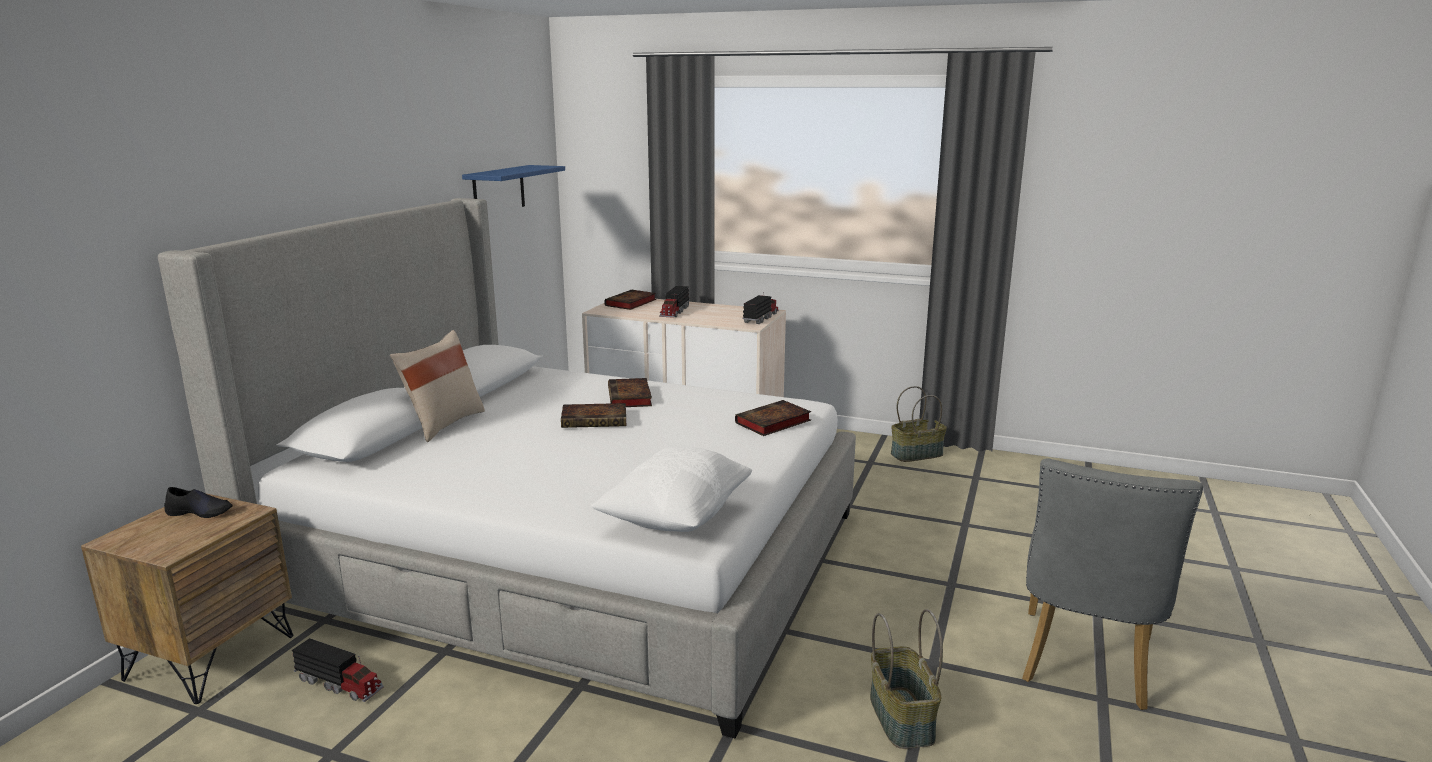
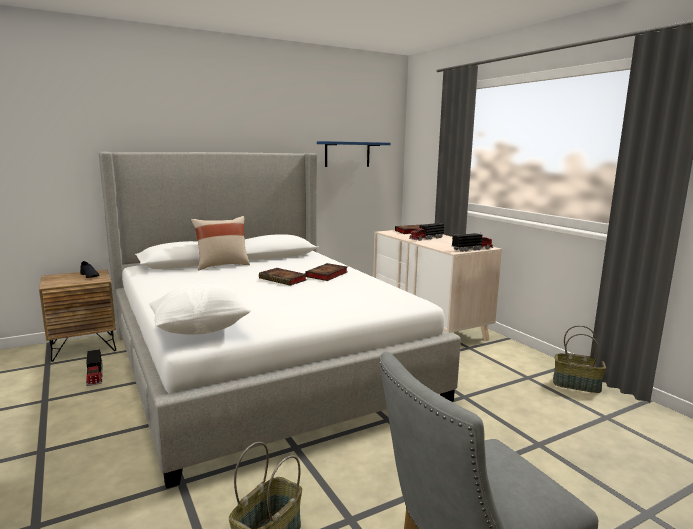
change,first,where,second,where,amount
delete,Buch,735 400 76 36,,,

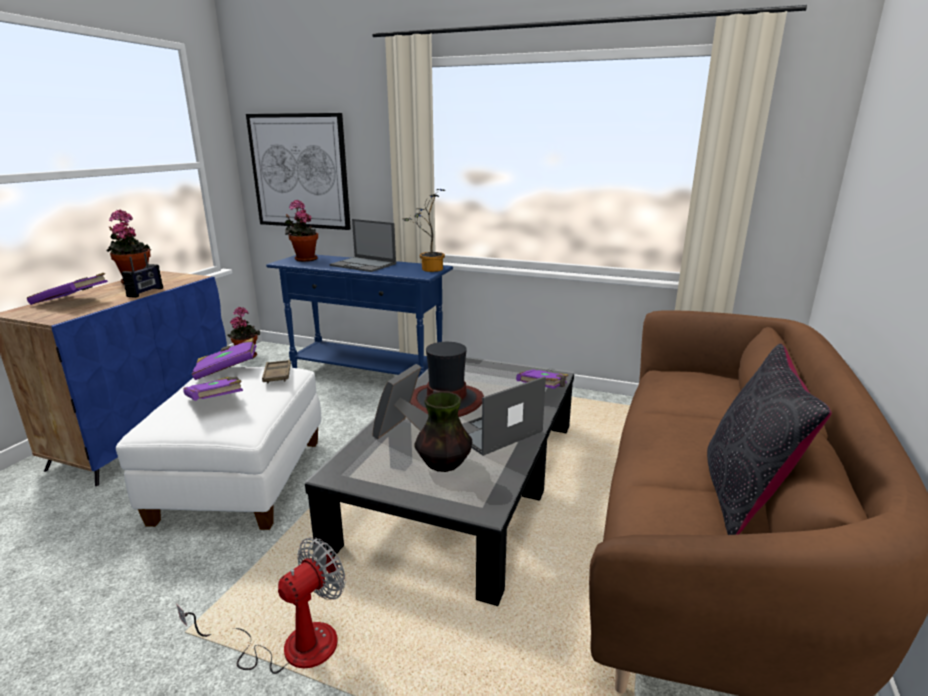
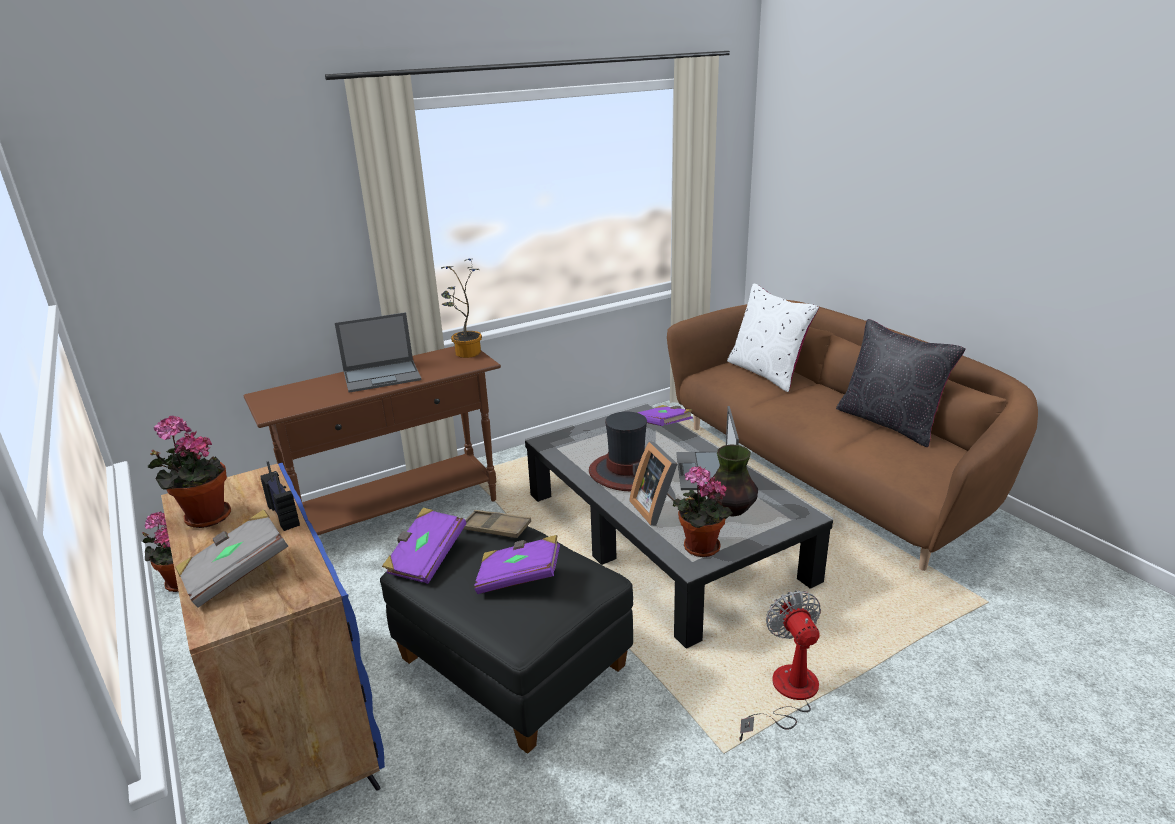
change,first,where,second,where,amount
recolor,Buch (lila),27 273 81 32,Buch (grau),176 509 112 99,
recolor,Polsterhocker (weiß),116 367 205 163,Polsterhocker (schwarz),380 526 253 228,
delete,Bild,246 113 105 117,,,
recolor,Konsolentisch (blau),266 255 187 122,Konsolentisch (braun),244 346 257 189,
move,Topfpflanze,285 200 33 62,,673 466 60 91,
insert,,,Kissen (weiß),727 283 92 109,

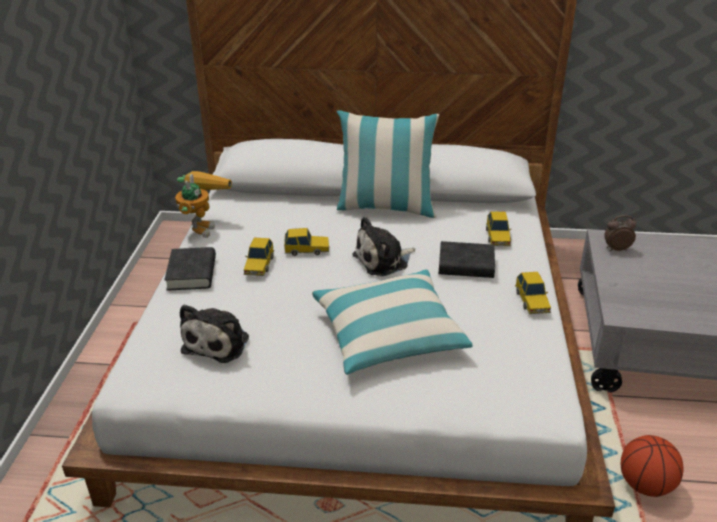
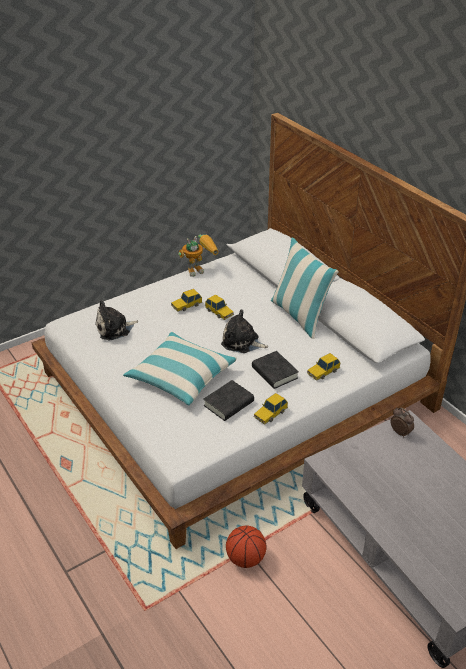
change,first,where,second,where,amount
move,Buch (schwarz),164 247 52 44,,204 380 50 41,

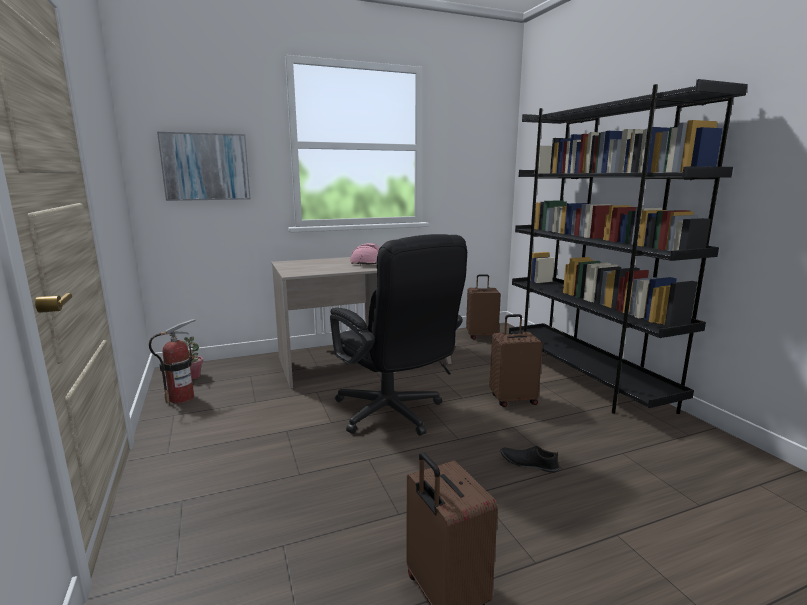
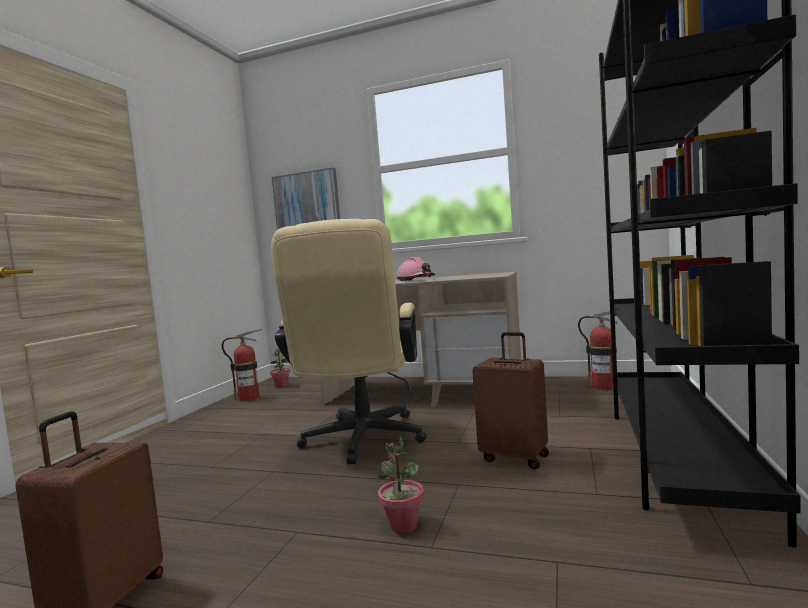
change,first,where,second,where,amount
recolor,Bürostuhl (schwarz),330 234 137 202,Bürostuhl (beige),271 219 156 246,
replace,Koffer (braun),466 274 35 66,Feuerlöscher,578 311 40 80,
replace,Schuh (schwarz),501 445 58 28,Topfpflanze,377 437 47 96,

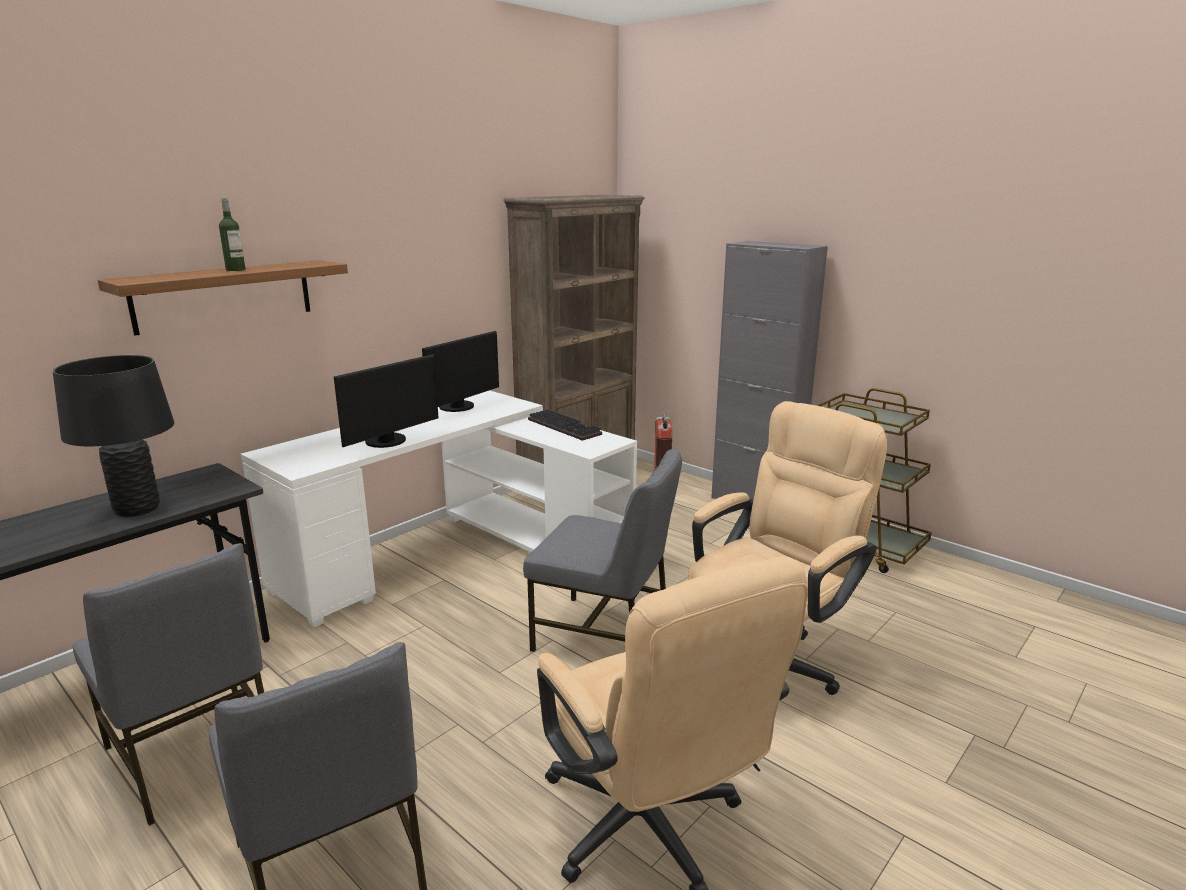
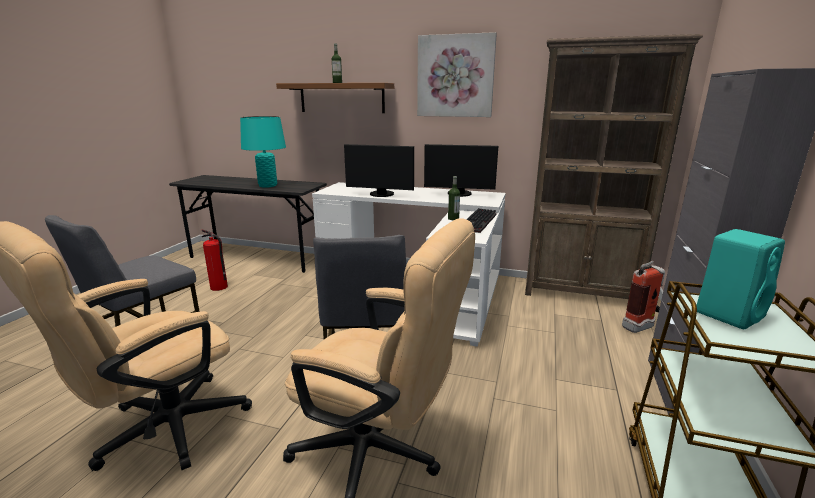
change,first,where,second,where,amount
recolor,Tischlampe (schwarz),53 355 121 162,Tischlampe (türkis),240 116 46 71,
replace,Stuhl (grau),72 543 192 283,Feuerlöscher,201 229 27 62,
insert,,,Bild,417 32 80 85,
insert,,,Flasche,448 176 12 44,
insert,,,Lautsprecher (türkis),697 229 88 100,

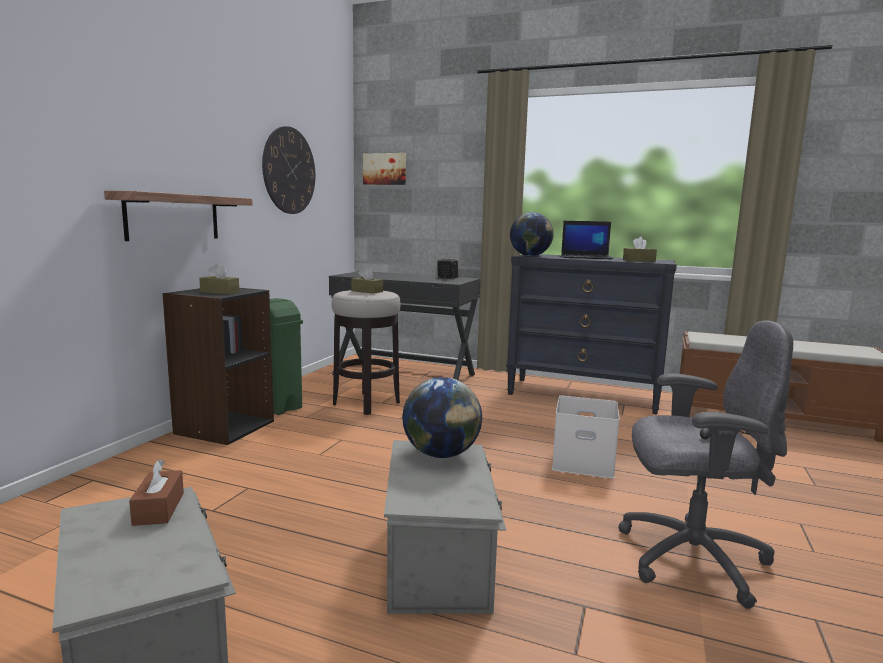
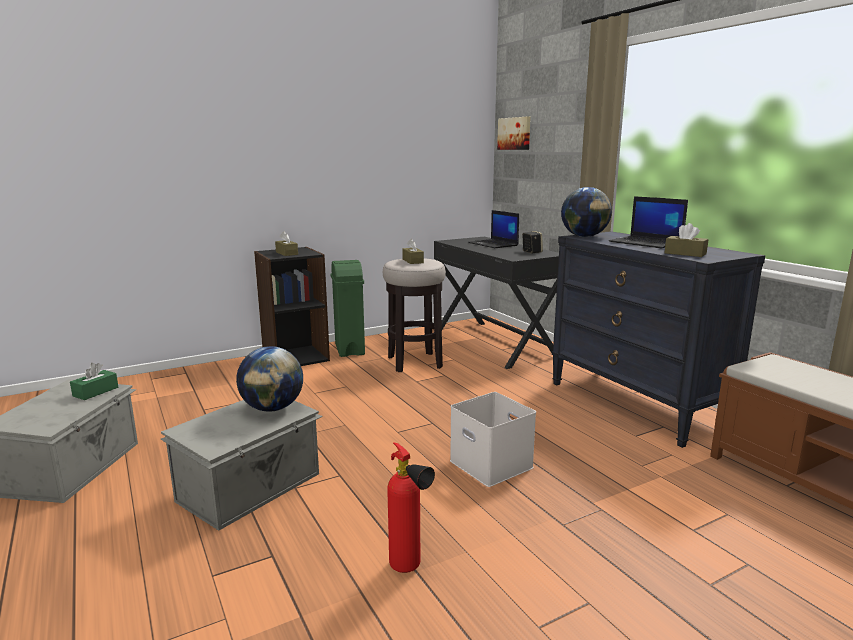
change,first,where,second,where,amount
delete,Wandregal,104 191 149 50,,,
recolor,Taschentuchbox (braun),129 460 55 66,Taschentuchbox (grün),70 363 48 37,
delete,Wanduhr,262 126 53 88,,,
replace,Bürostuhl (grau),618 320 175 289,Feuerlöscher,387 442 48 131,
insert,,,Laptop,468 210 51 38,

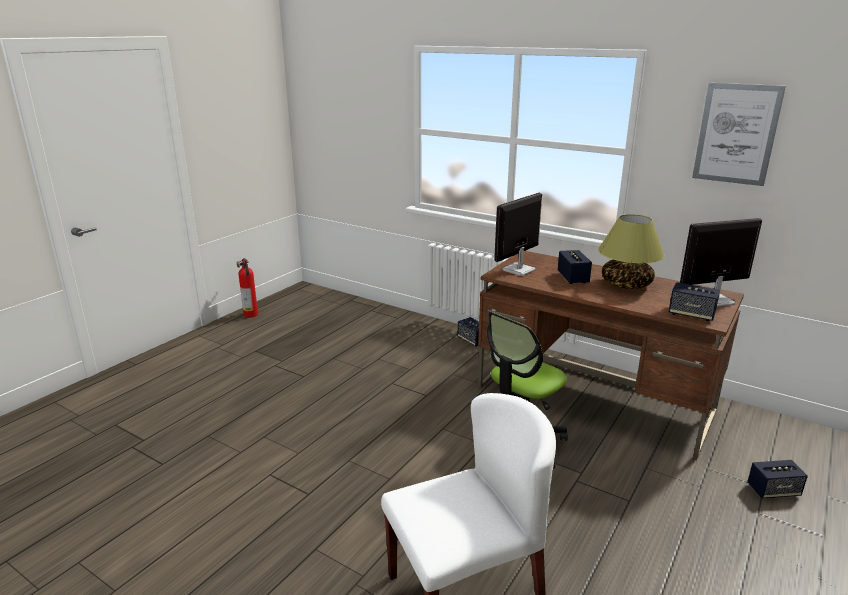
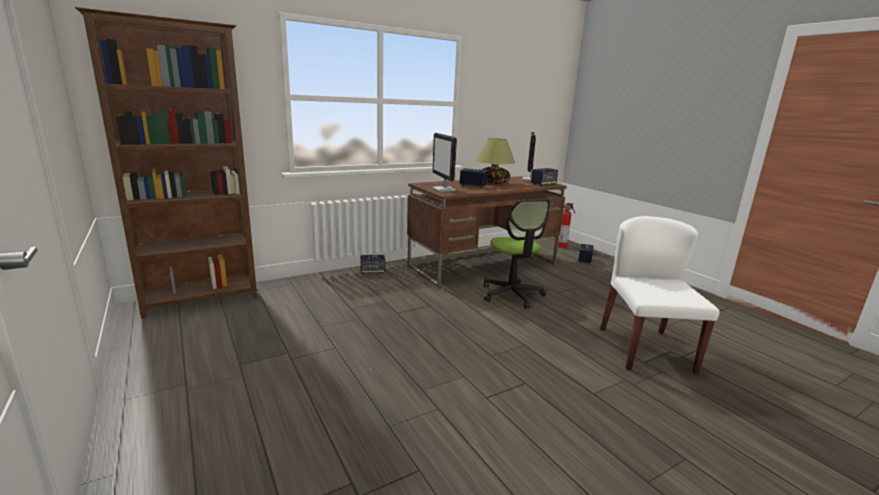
change,first,where,second,where,amount
move,Feuerlöscher,237 258 21 60,,558 203 17 45,
delete,Bild,692 83 94 103,,,
insert,,,Bücherregal (braun),75 7 182 312,

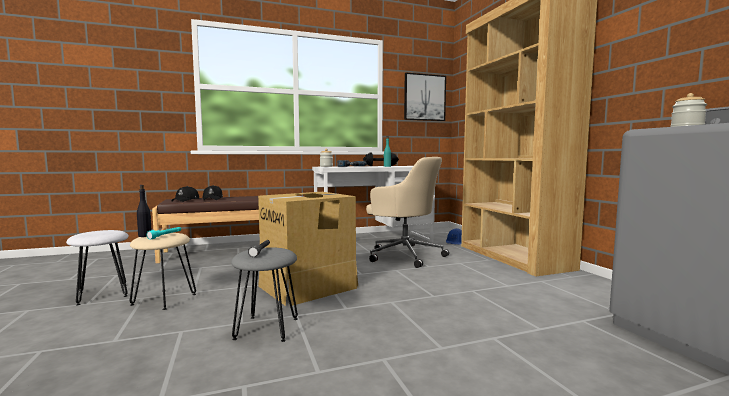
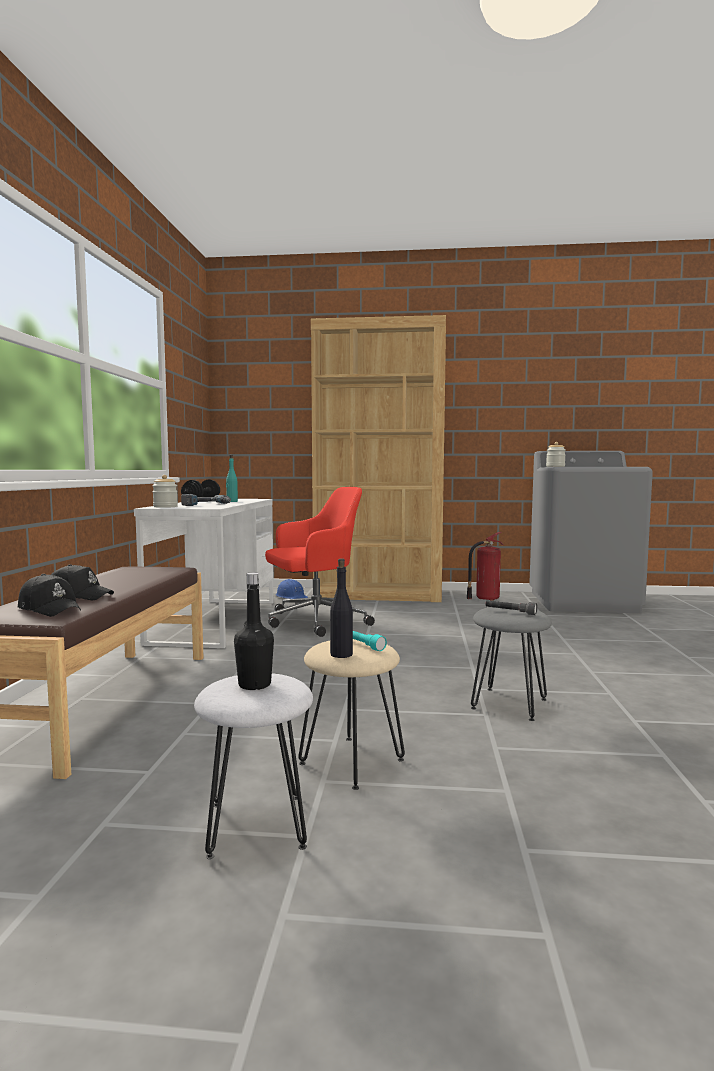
change,first,where,second,where,amount
delete,Karton,258 192 100 114,,,
recolor,Bürostuhl (beige),366 157 83 111,Bürostuhl (rot),265 487 110 150,
delete,Bild,404 73 42 48,,,
insert,,,Flasche (schwarz),234 572 40 118,
insert,,,Feuerlöscher,467 532 37 69,

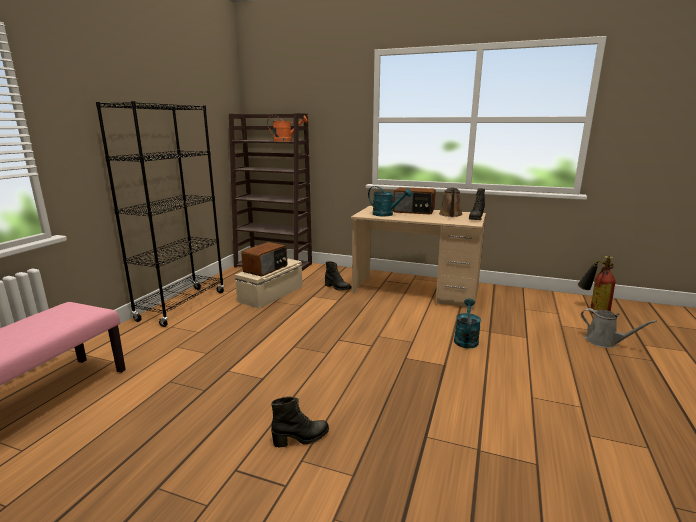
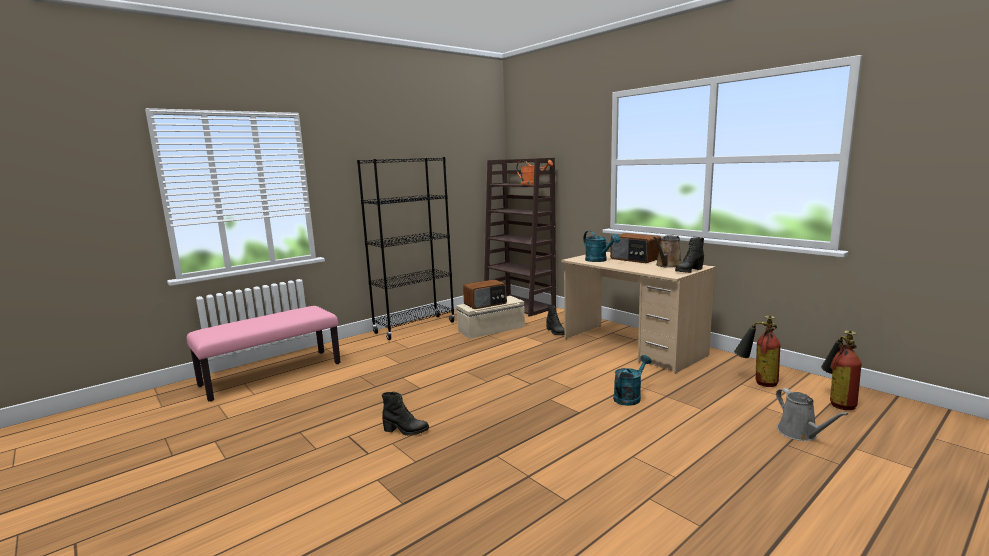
change,first,where,second,where,amount
insert,,,Feuerlöscher,734 316 46 71,

